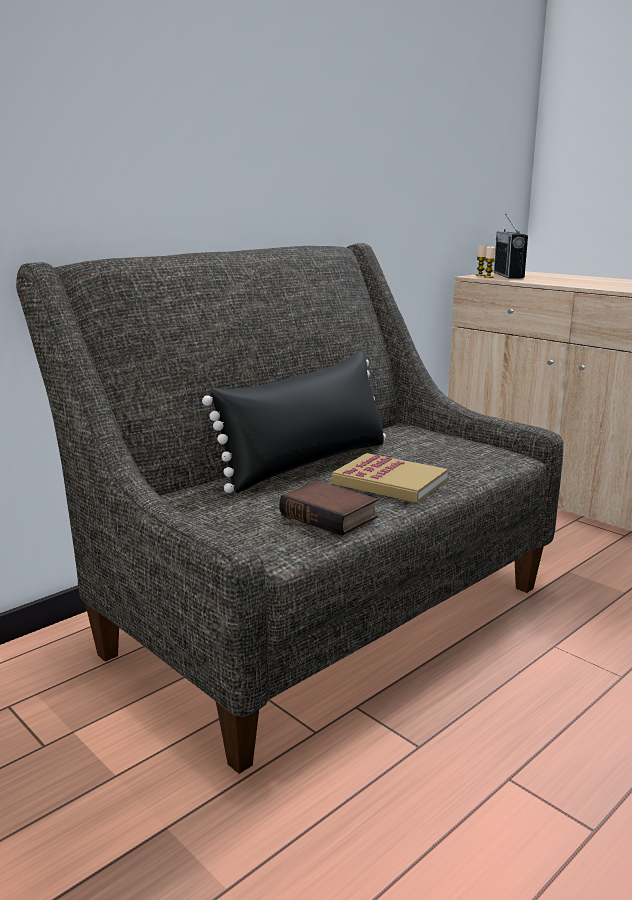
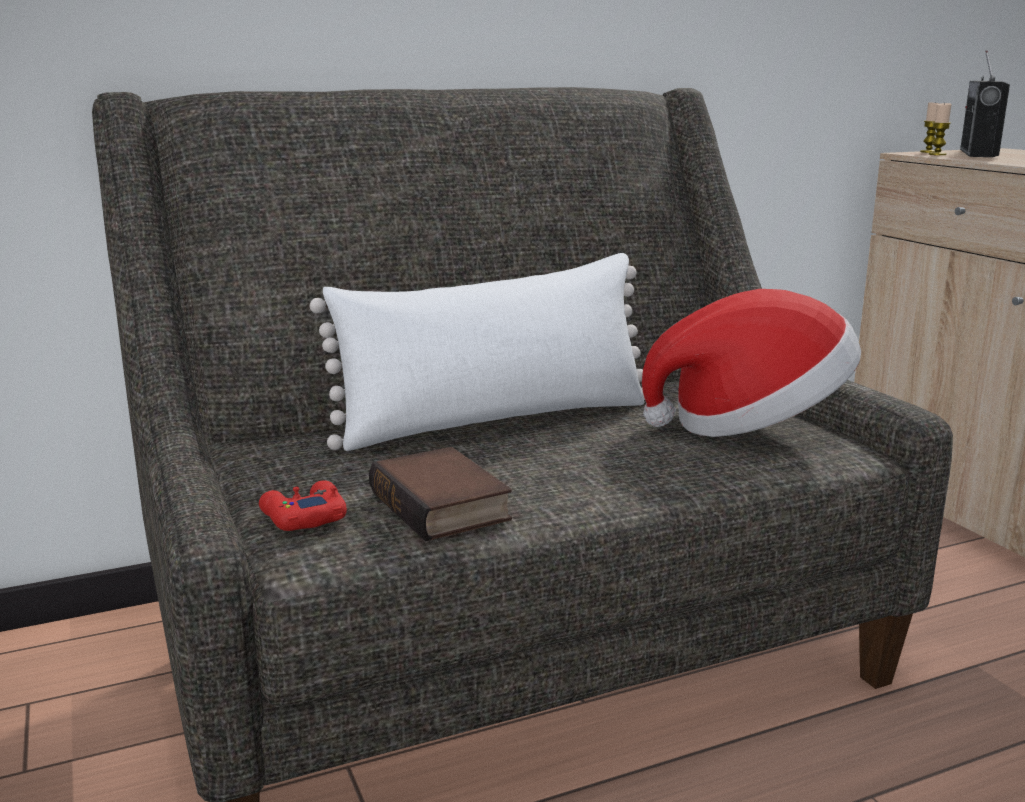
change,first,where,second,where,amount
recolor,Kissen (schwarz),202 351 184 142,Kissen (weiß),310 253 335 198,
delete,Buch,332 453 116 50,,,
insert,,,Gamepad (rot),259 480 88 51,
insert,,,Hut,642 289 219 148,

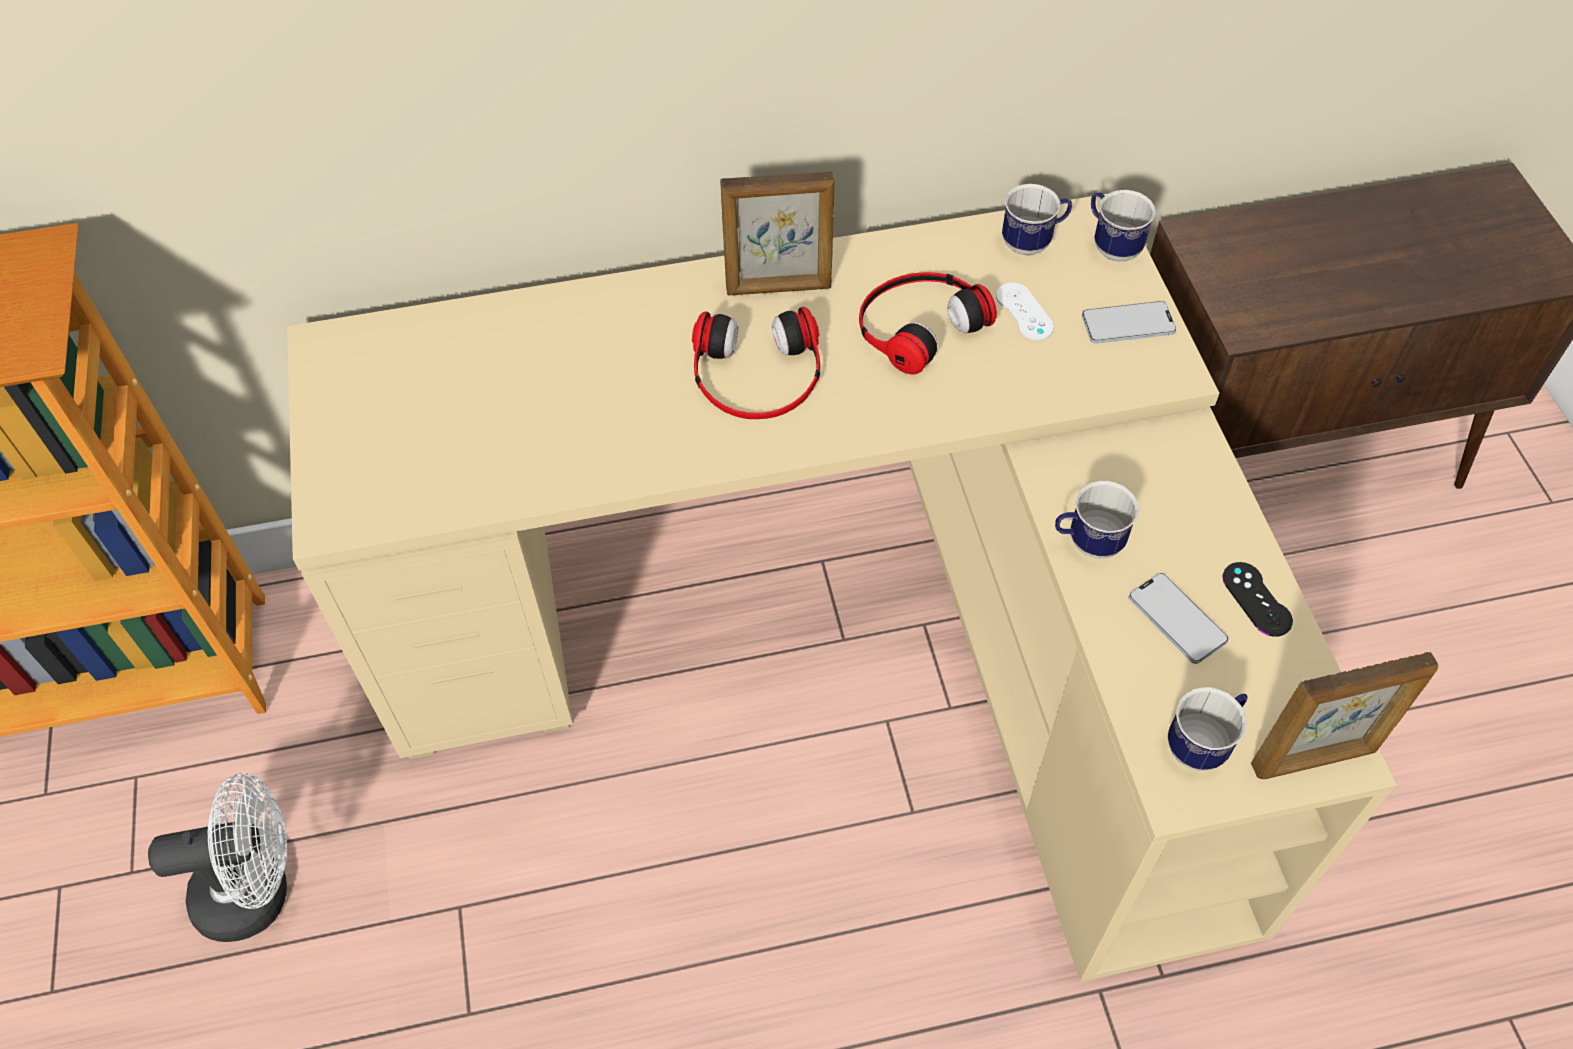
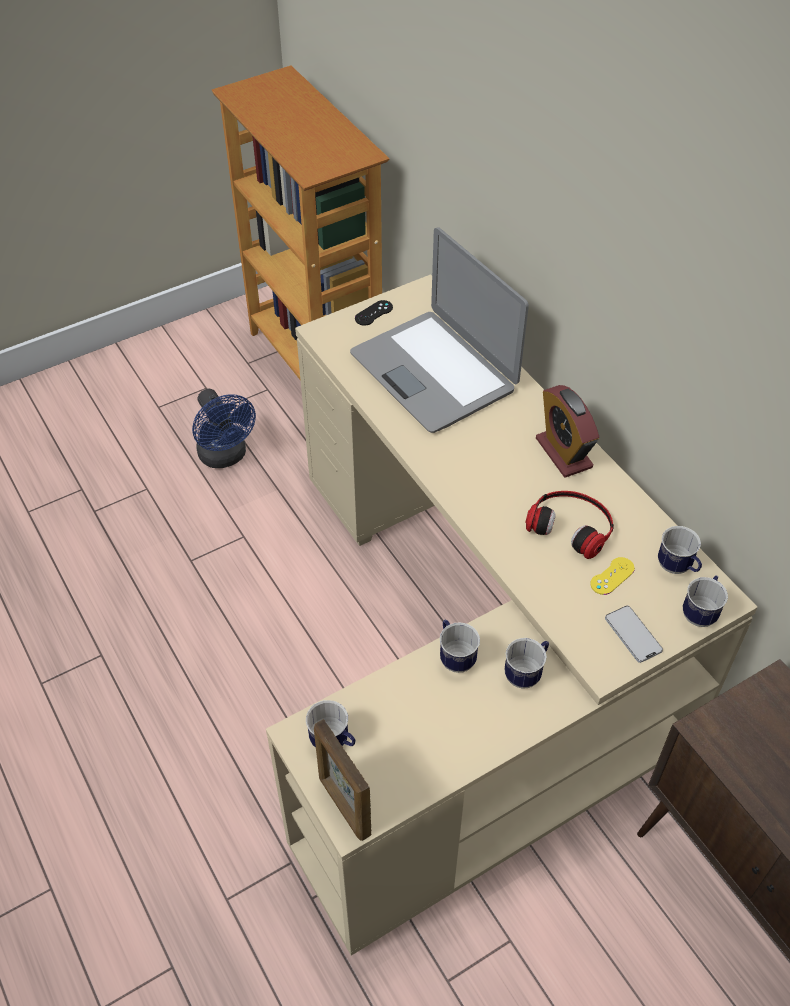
change,first,where,second,where,amount
recolor,Ventilator (weiß),148 773 139 169,Ventilator (blau),192 389 64 79,
delete,Kopfhörer,692 307 128 112,,,
replace,Bilderrahmen,720 171 114 124,Wecker,536 385 63 92,
recolor,Gamepad (weiß),996 282 58 58,Gamepad (gelb),590 557 45 38,
delete,Handy,1129 573 100 91,,,
move,Gamepad (schwarz),1222 562 71 75,,355 300 38 26,
insert,,,Laptop,350 227 179 206,
insert,,,Henkelbecher,504 638 45 51,

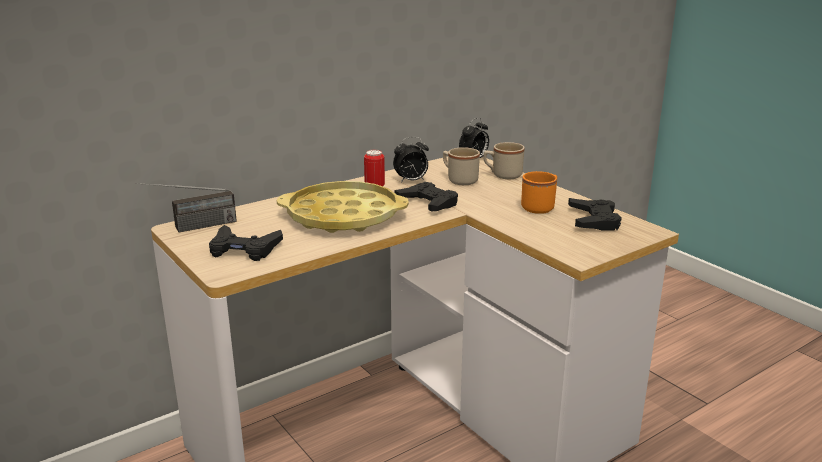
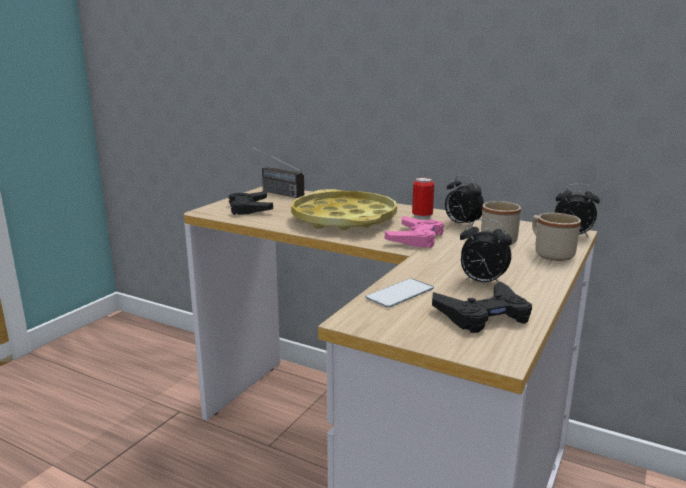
change,first,where,second,where,amount
recolor,Gamepad (schwarz),394 182 64 29,Gamepad (rosa),385 216 59 32,
replace,Henkelbecher (orange),521 171 36 43,Wecker,460 219 52 64,
insert,,,Handy,366 278 68 30,

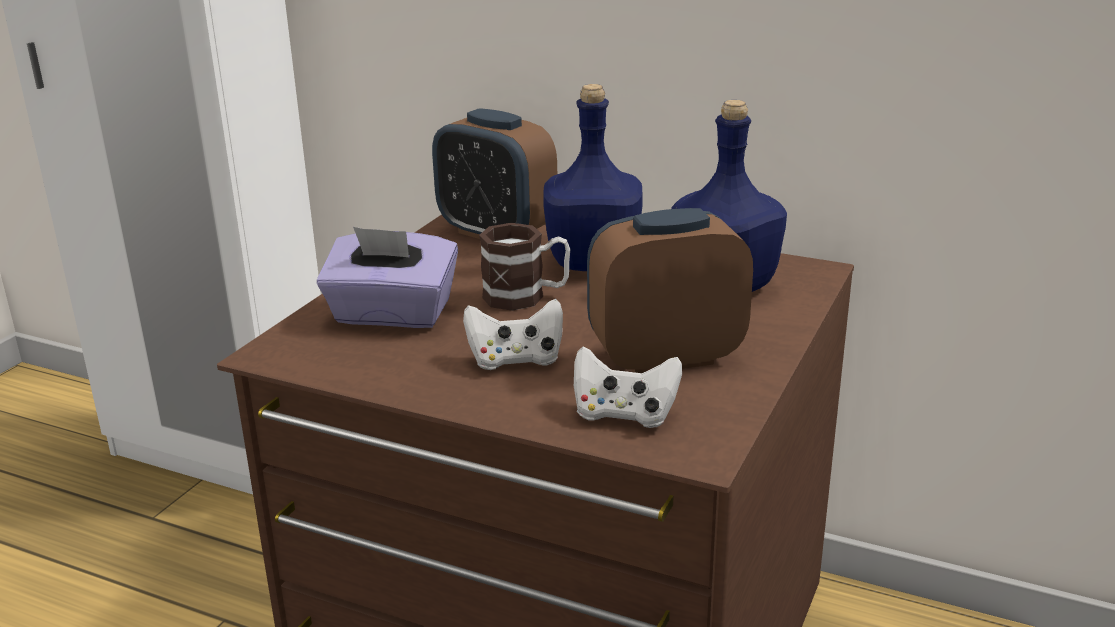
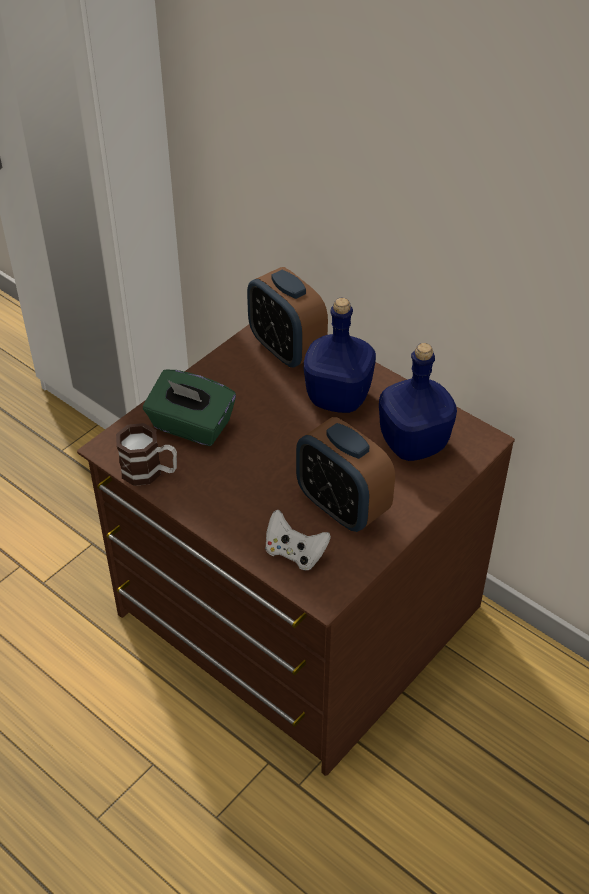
change,first,where,second,where,amount
recolor,Taschentuchbox (lila),317 227 141 101,Taschentuchbox (grün),143 370 93 76,
delete,Gamepad (weiß),463 299 100 71,,,
move,Henkelbecher,479 223 92 88,,116 423 61 63,
rotate,Wecker,587 208 166 165,,296 417 99 115,135 degrees counterclockwise

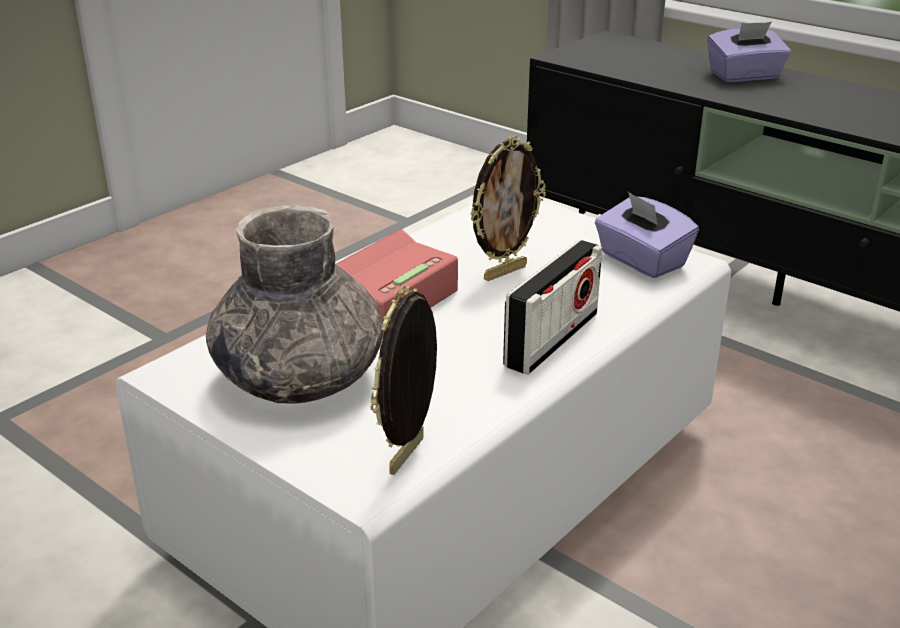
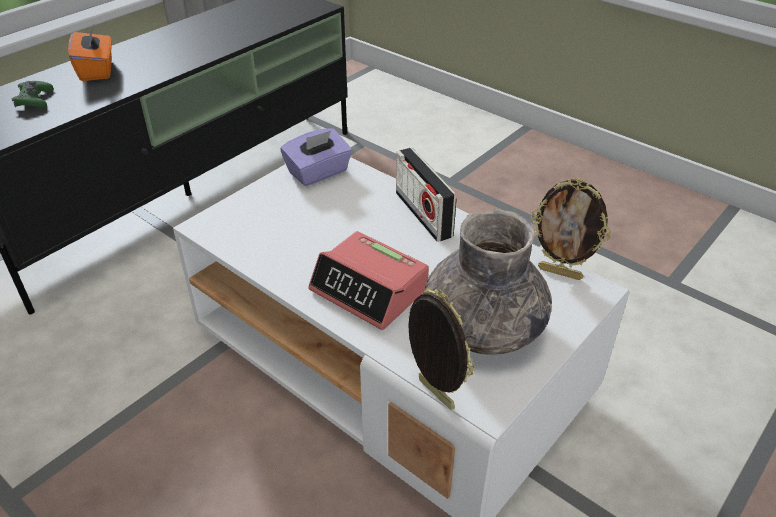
change,first,where,second,where,amount
move,Bilderrahmen,470 136 76 145,,408 288 67 122,
rotate,Radio,503 240 99 135,,396 148 61 94,150 degrees counterclockwise
recolor,Taschentuchbox (lila),708 22 83 60,Taschentuchbox (orange),68 23 44 58,
insert,,,Gamepad (grün),12 81 42 27,

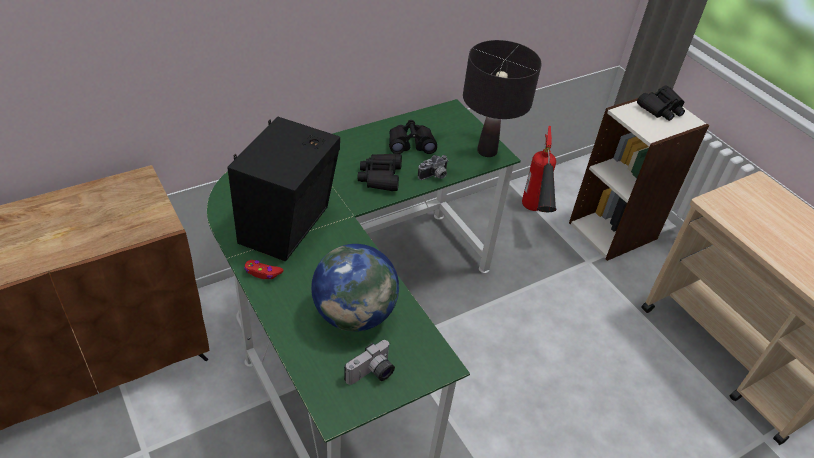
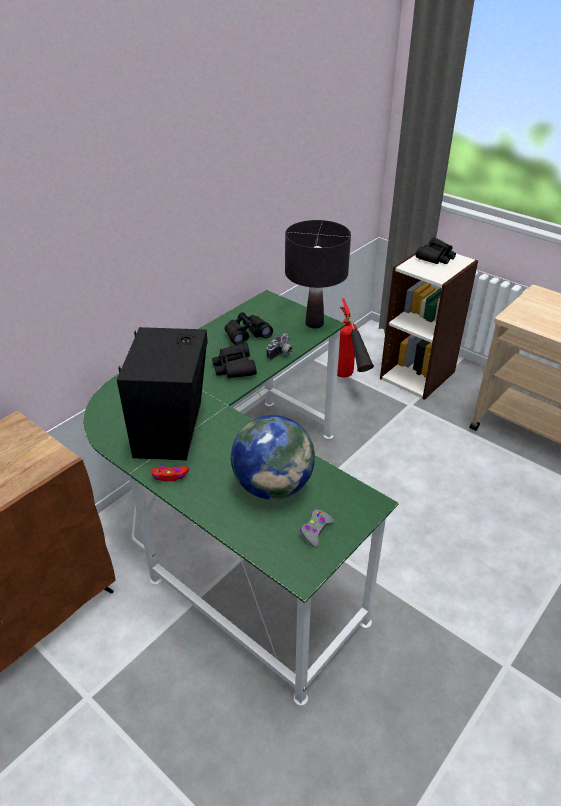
change,first,where,second,where,amount
replace,Kamera,344 340 51 45,Gamepad (grau),300 509 34 39,

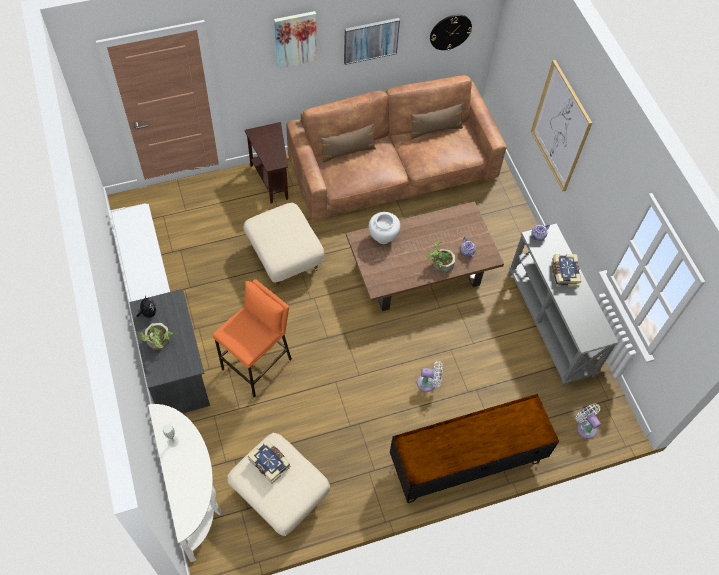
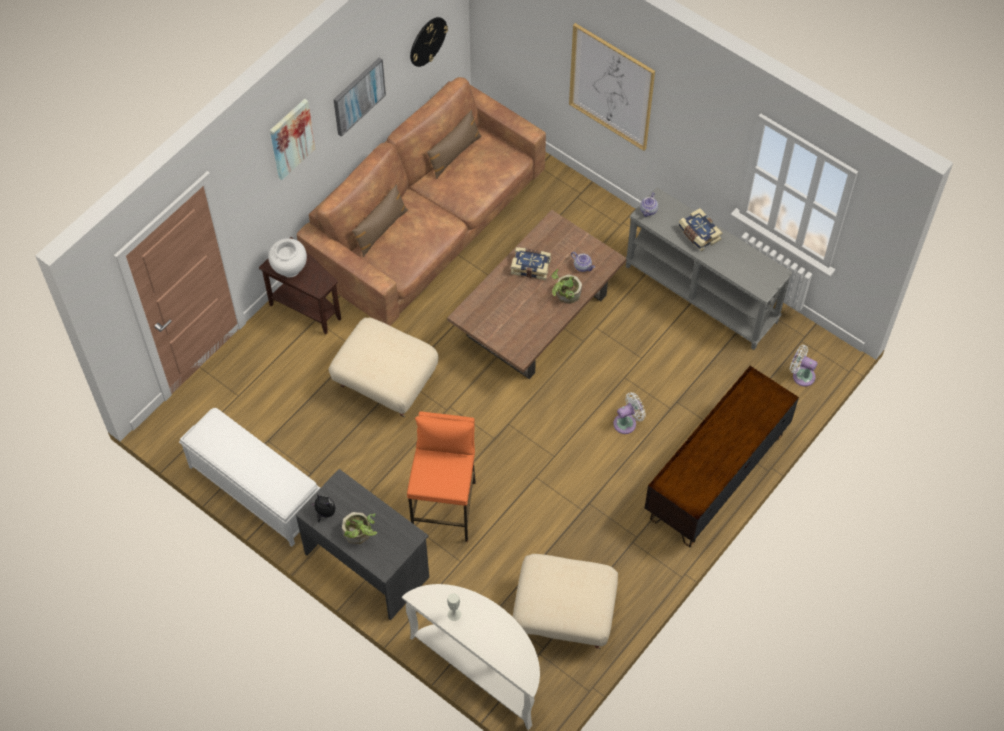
change,first,where,second,where,amount
move,Buch,248 440 42 44,,511 247 40 33,
move,Vase (weiß),369 212 31 32,,268 238 39 40,

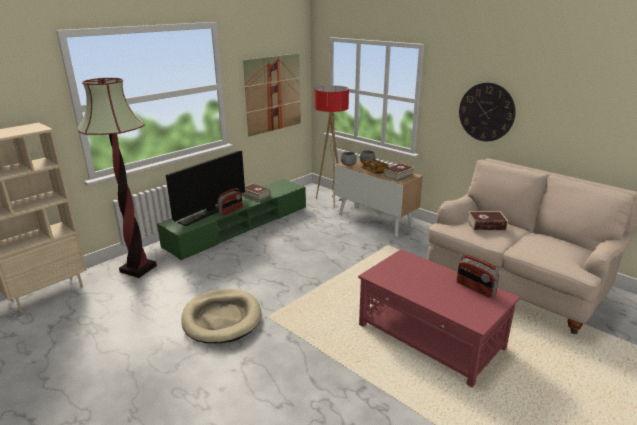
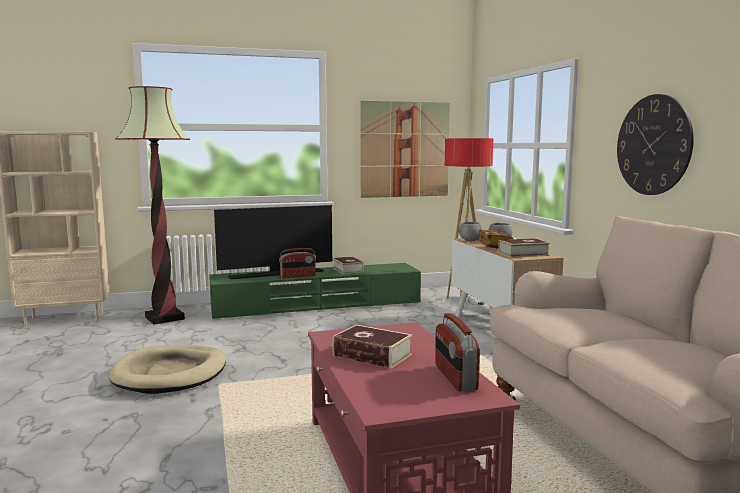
change,first,where,second,where,amount
move,Buch,467 212 41 19,,332 325 80 44,

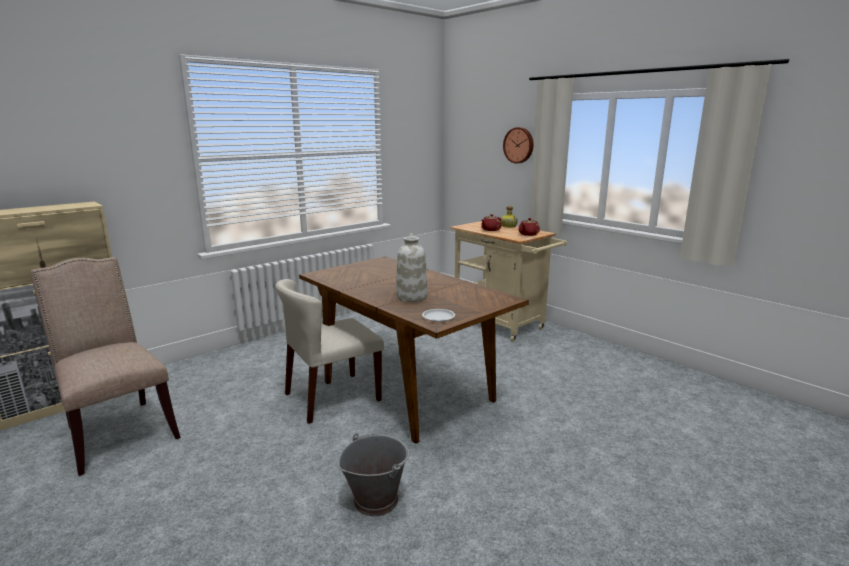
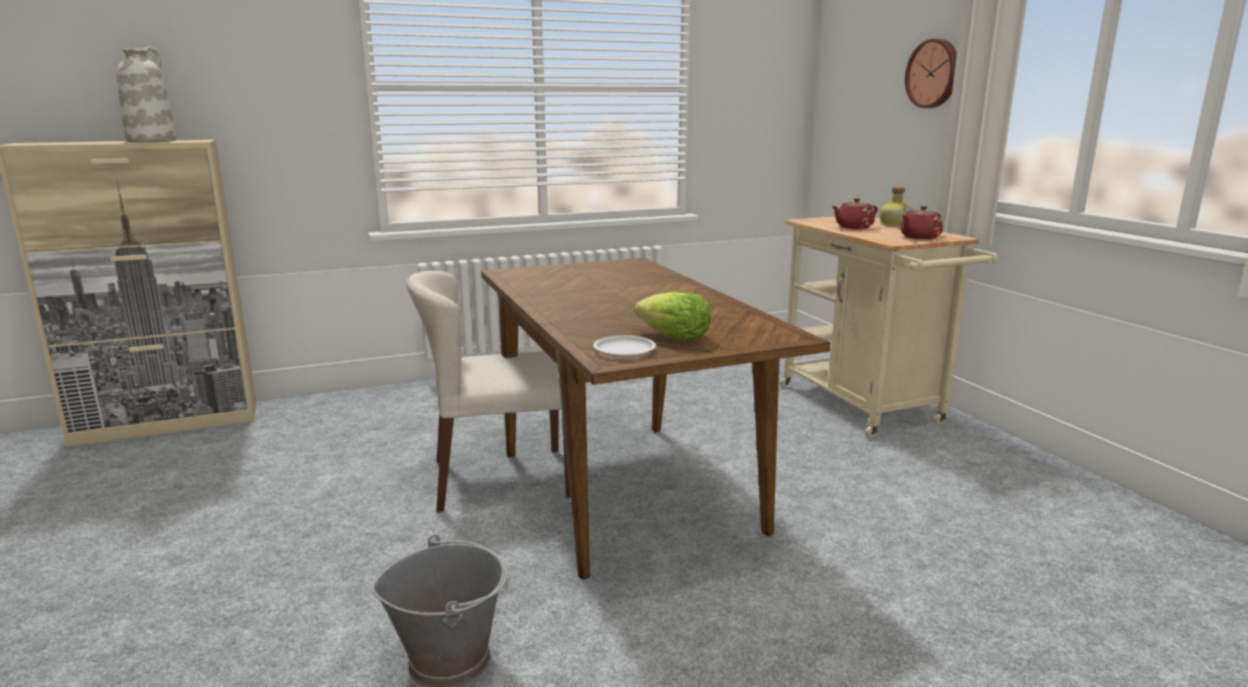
change,first,where,second,where,amount
delete,Stuhl (beige),30 257 151 219,,,
move,Vase (weiß),396 233 31 69,,117 46 59 96,
insert,,,Salatkopf,635 292 76 49,

